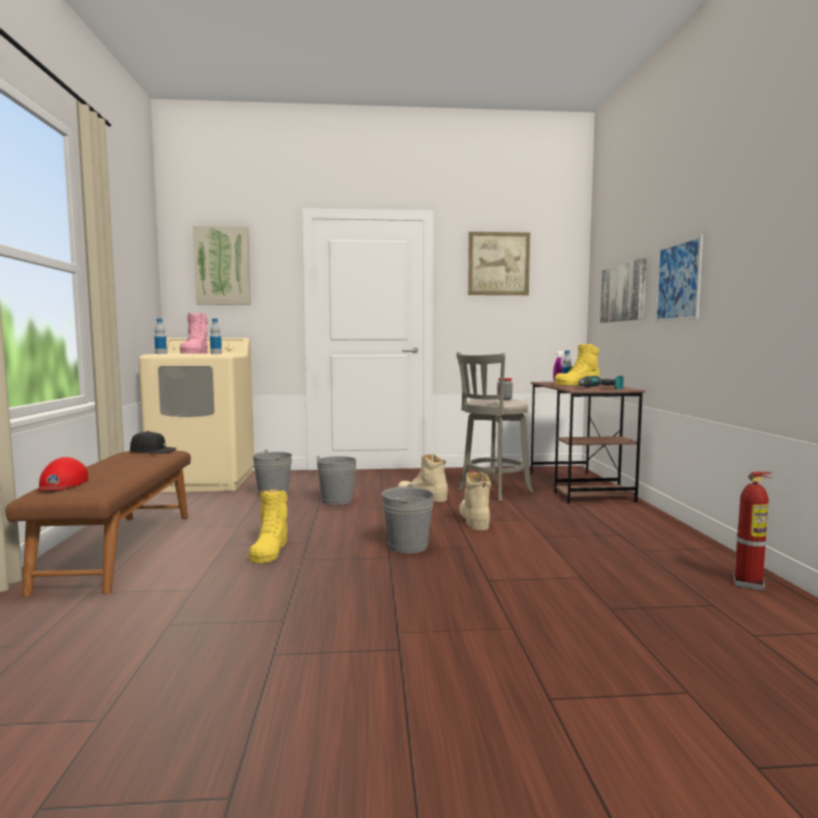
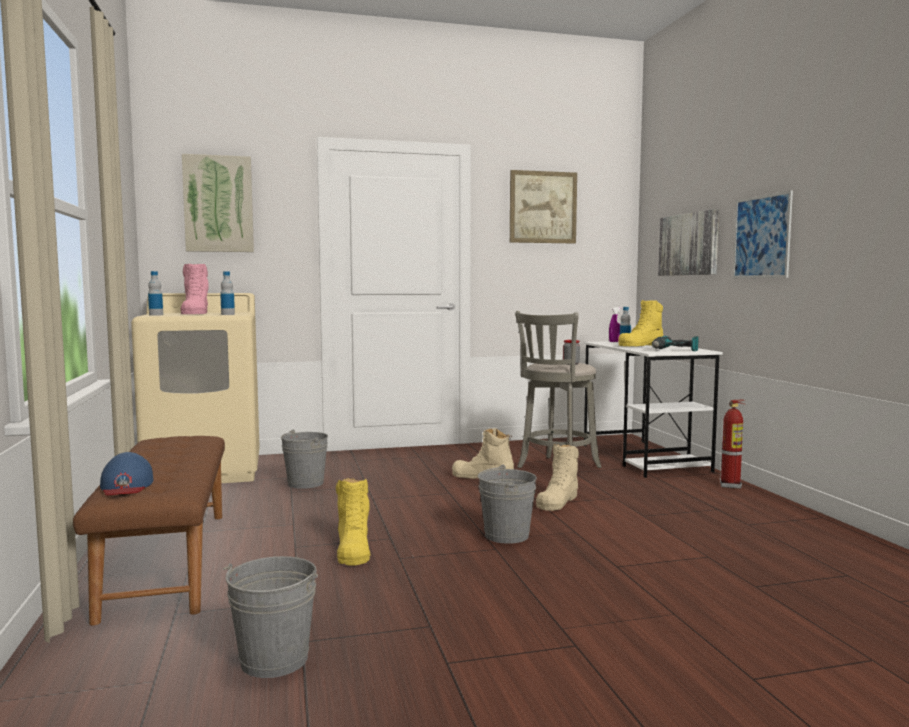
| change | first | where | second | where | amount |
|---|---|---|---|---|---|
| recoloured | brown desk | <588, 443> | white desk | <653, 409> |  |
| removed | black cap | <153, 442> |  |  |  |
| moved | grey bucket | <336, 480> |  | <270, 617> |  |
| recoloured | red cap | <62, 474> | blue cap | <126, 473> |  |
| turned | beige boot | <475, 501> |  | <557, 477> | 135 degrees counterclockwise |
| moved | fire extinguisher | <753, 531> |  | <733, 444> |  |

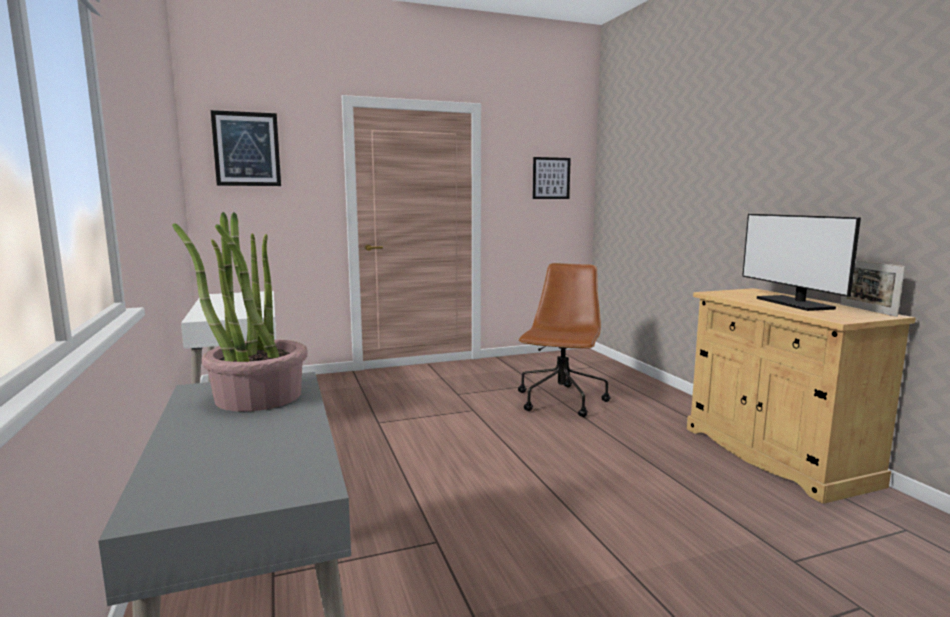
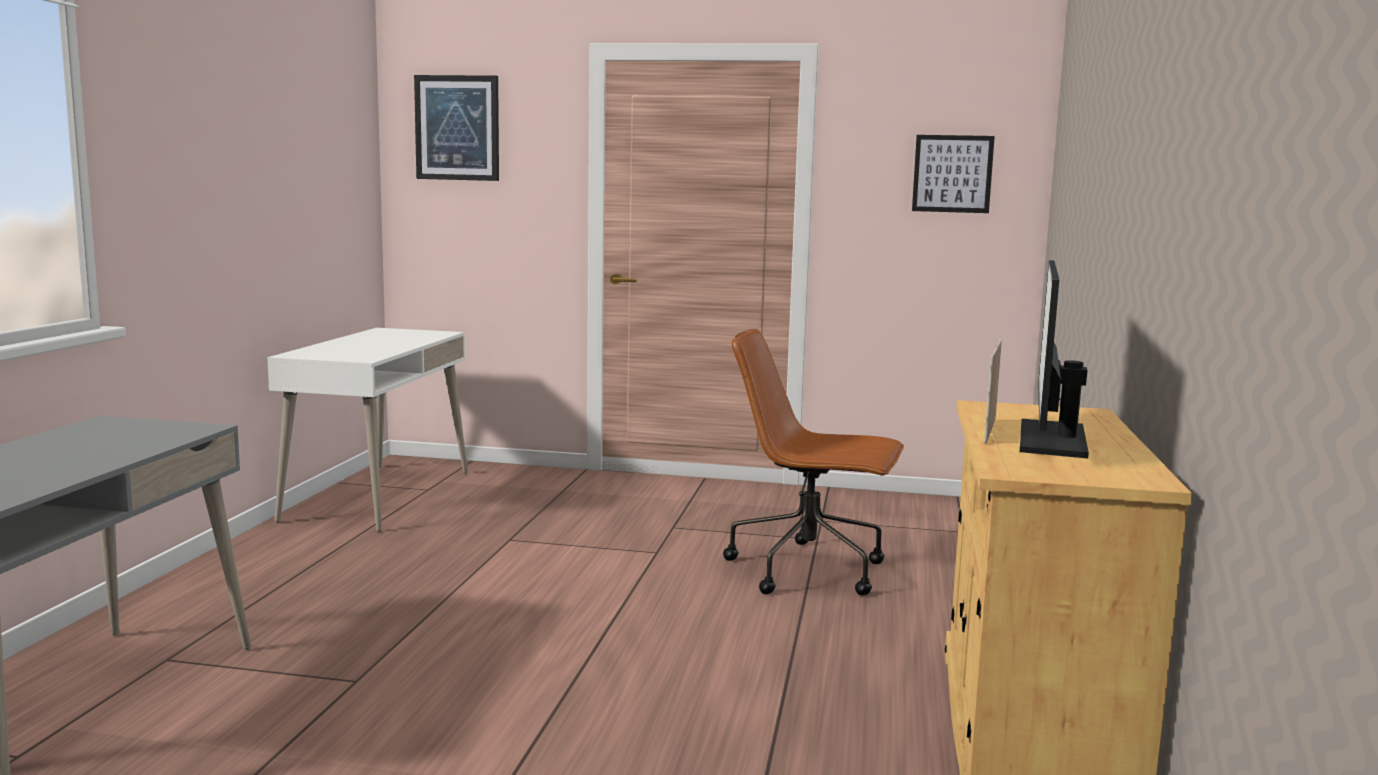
| change | first | where | second | where | amount |
|---|---|---|---|---|---|
| removed | potted plant | <240, 312> |  |  |  |
| moved | picture frame | <872, 288> |  | <993, 391> |  |
| turned | brown office chair | <564, 340> |  | <813, 461> | 120 degrees counterclockwise |

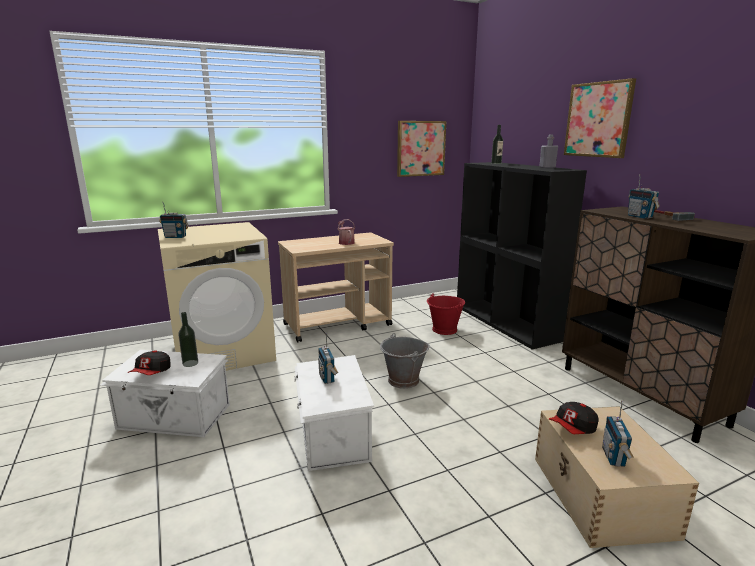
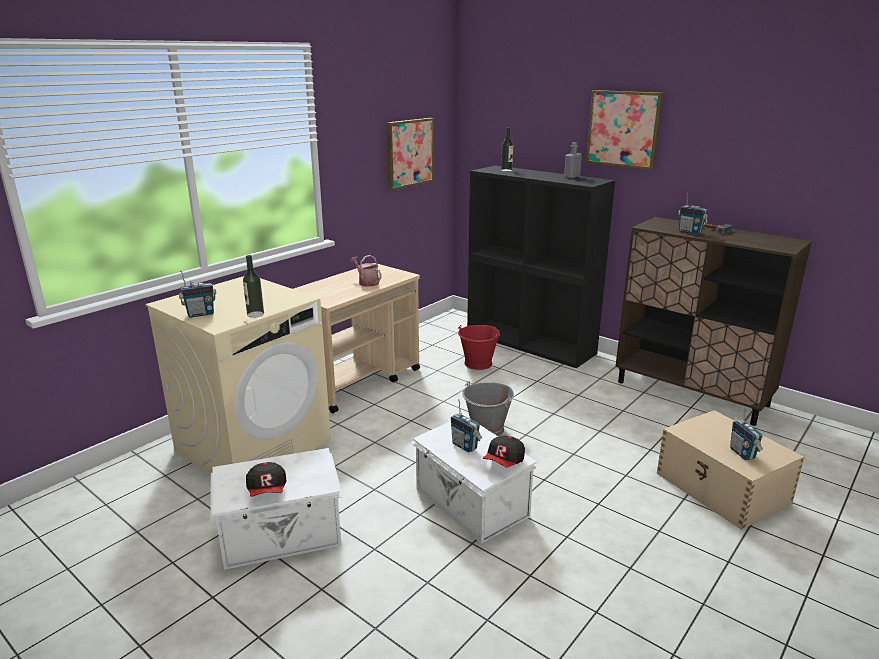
| change | first | where | second | where | amount |
|---|---|---|---|---|---|
| moved | bottle | <188, 339> |  | <253, 286> |  |
| moved | cap | <574, 418> |  | <504, 451> |  |

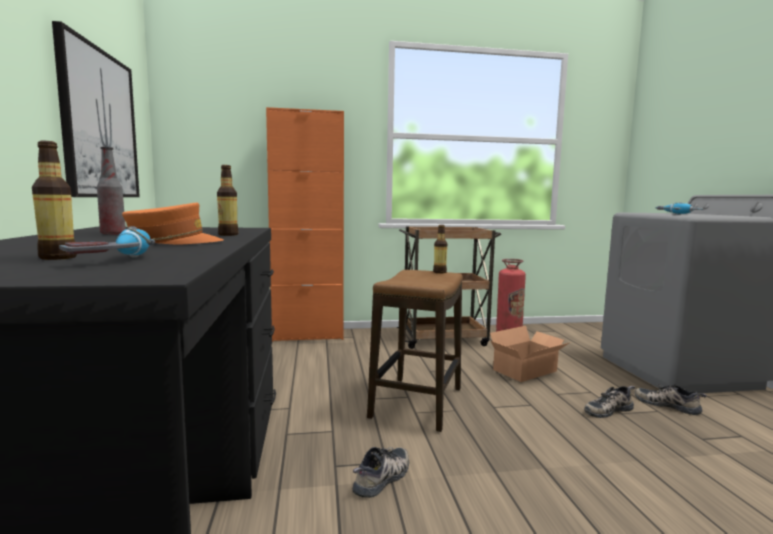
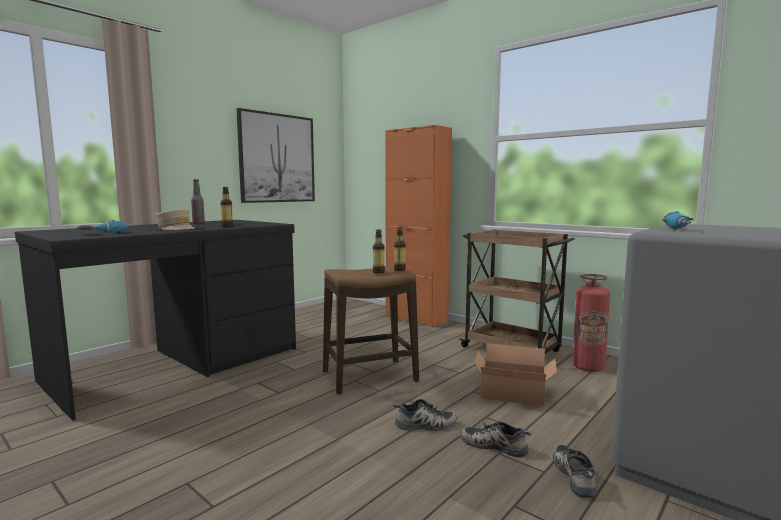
| change | first | where | second | where | amount |
|---|---|---|---|---|---|
| moved | bottle | <54, 200> |  | <379, 251> |  |
| recoloured | orange cap | <172, 223> | beige cap | <175, 219> |  |
| moved | shoe | <381, 472> |  | <425, 415> |  |

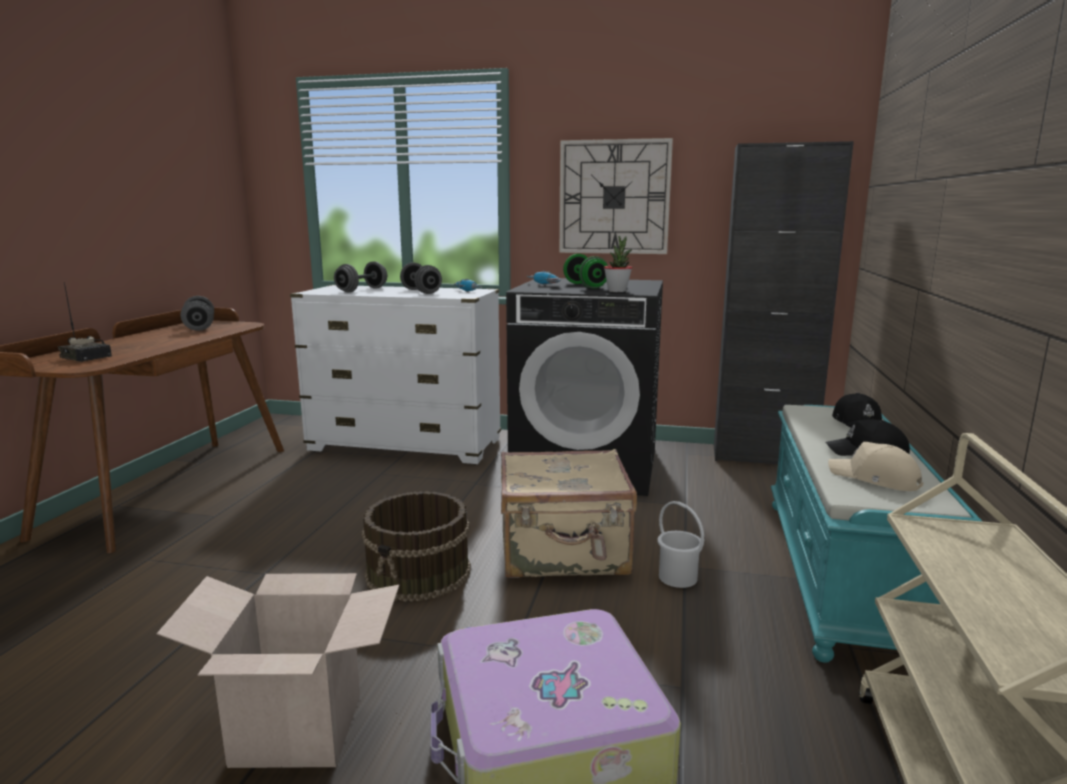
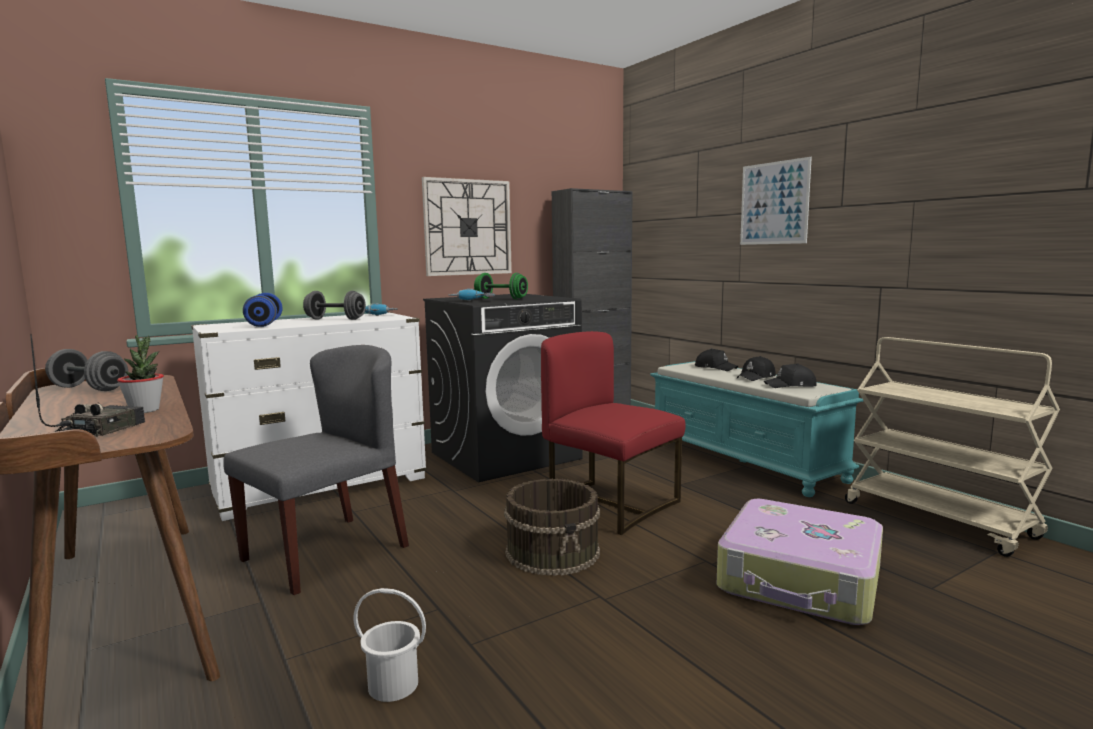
| change | first | where | second | where | amount |
|---|---|---|---|---|---|
| moved | potted plant | <618, 264> |  | <140, 374> |  |
| recoloured | grey dumbbell | <360, 276> | blue dumbbell | <263, 310> |  |
| turned | radio | <85, 322> |  | <88, 385> | 60 degrees counterclockwise |
| recoloured | beige cap | <875, 466> | black cap | <790, 375> |  |
| replaced | beige suitcase | <569, 513> | red chair | <613, 433> |  |
| moved | white bucket | <680, 544> |  | <390, 645> |  |
| removed | cardboard box | <278, 670> |  |  |  |
| added |  |  | picture | <776, 201> |  |
| added |  |  | grey chair | <316, 470> |  |

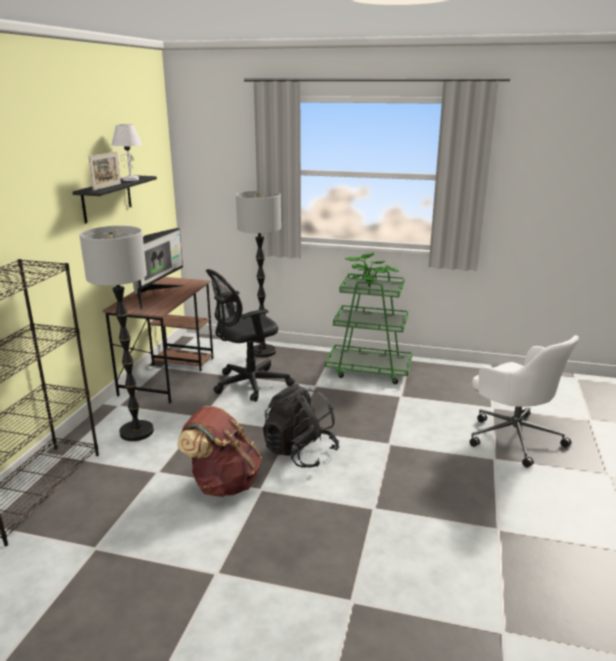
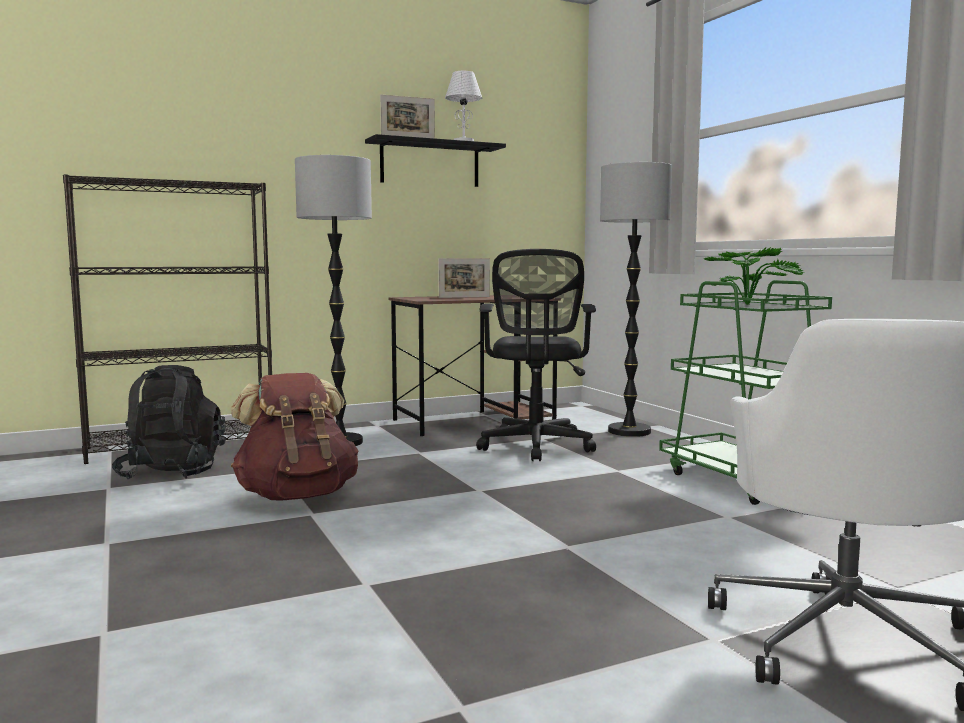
| change | first | where | second | where | amount |
|---|---|---|---|---|---|
| replaced | monitor | <158, 269> | picture frame | <464, 278> |  |
| turned | black office chair | <250, 335> |  | <536, 355> | 105 degrees counterclockwise |
| moved | black backpack | <301, 426> |  | <169, 422> |  |

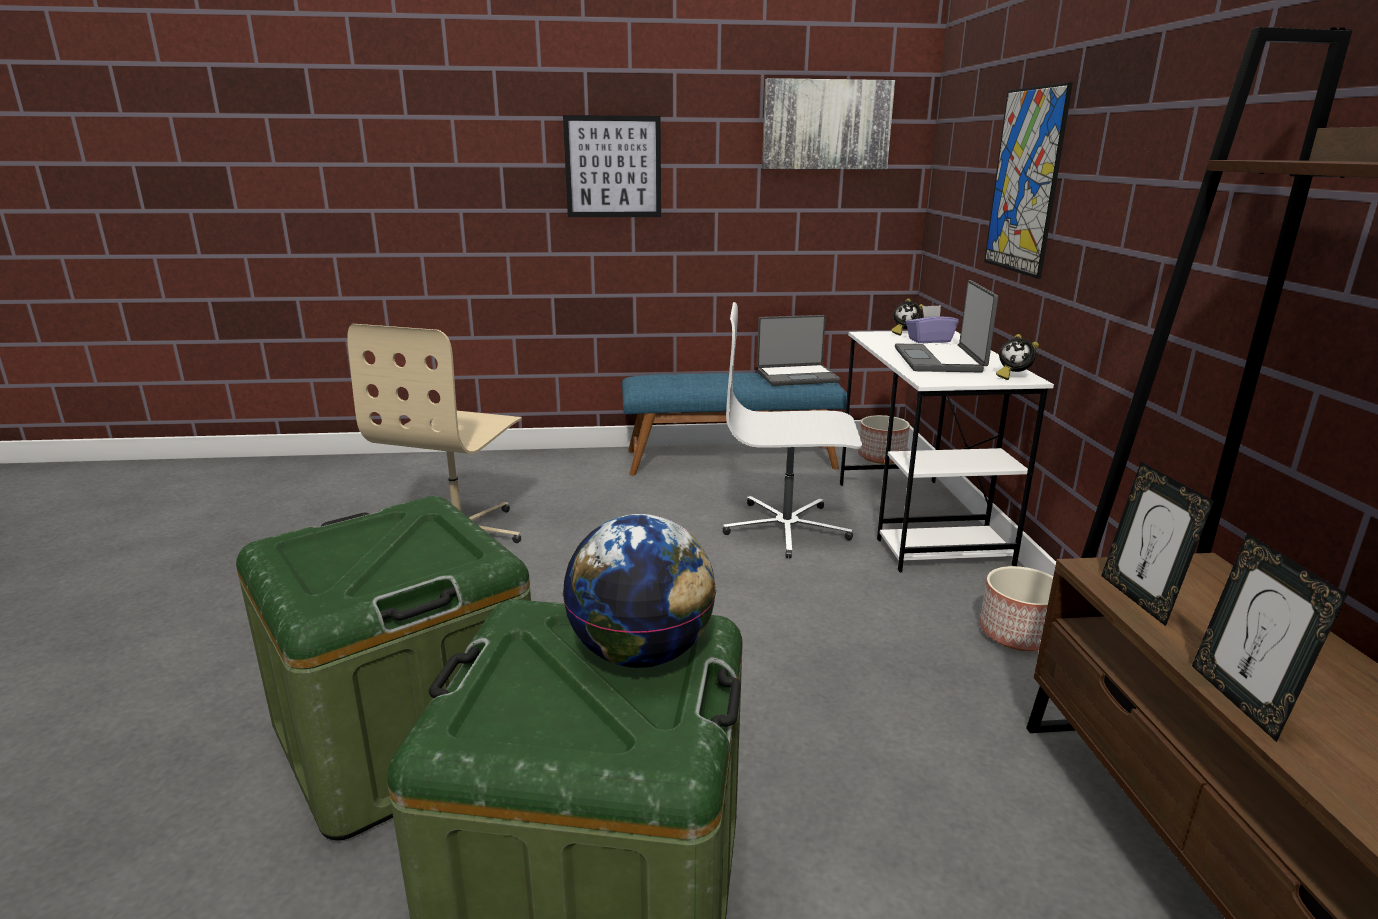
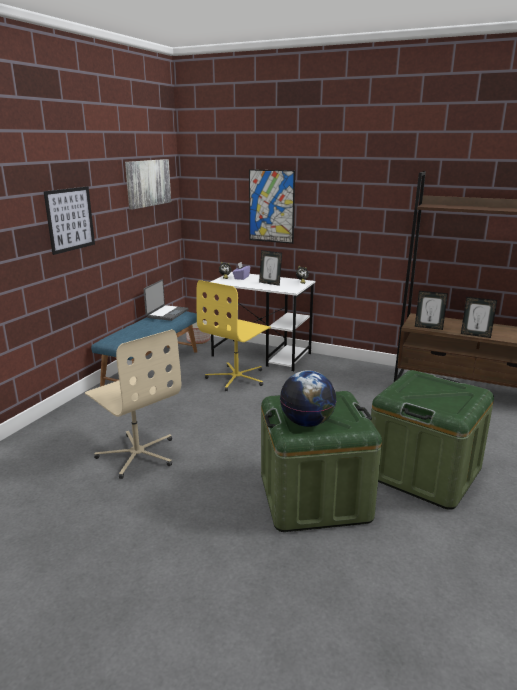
| change | first | where | second | where | amount |
|---|---|---|---|---|---|
| replaced | laptop | <946, 326> | picture frame | <270, 268> |  |
| recoloured | white office chair | <792, 430> | yellow office chair | <234, 335> |  |
| moved | globe | <639, 591> |  | <308, 398> |  |
| removed | planter | <1016, 608> |  |  |  |

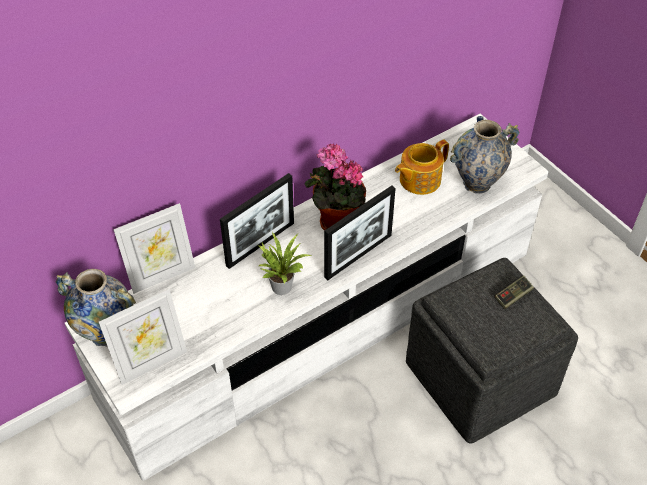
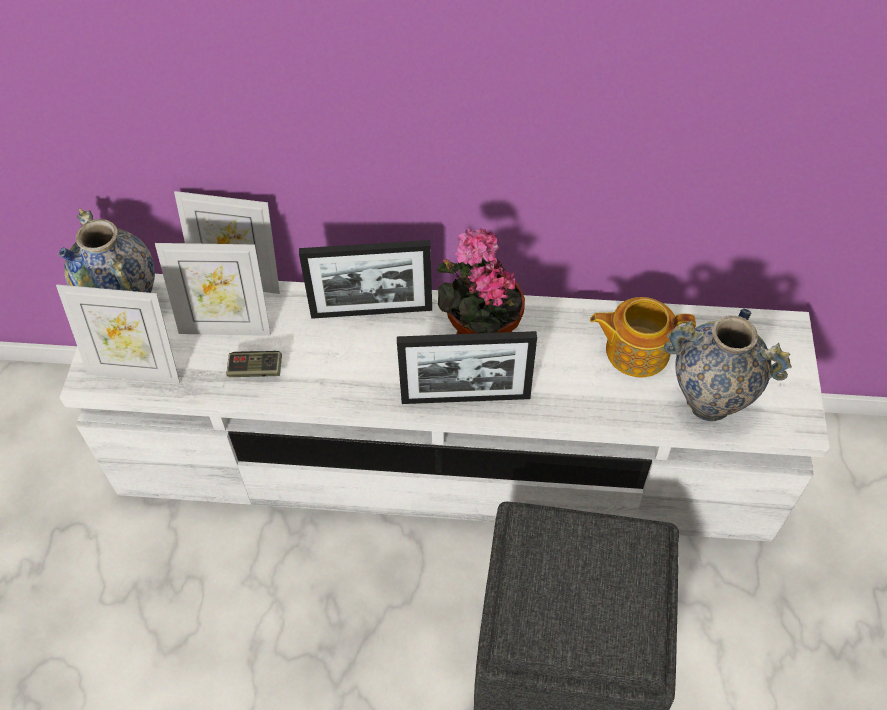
| change | first | where | second | where | amount |
|---|---|---|---|---|---|
| removed | potted plant | <285, 263> |  |  |  |
| moved | game controller | <514, 292> |  | <254, 364> |  |
| added |  |  | picture frame | <213, 289> |  |

